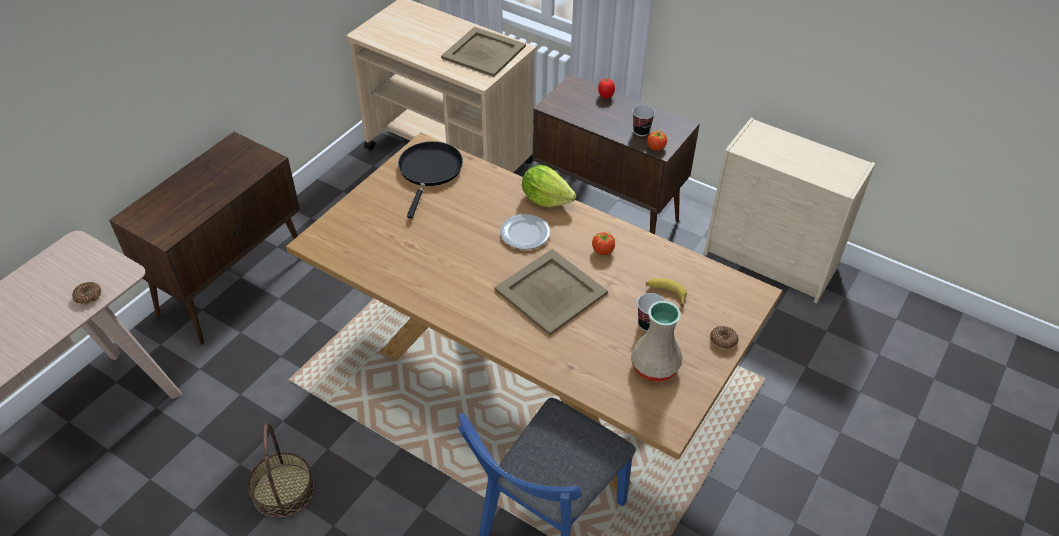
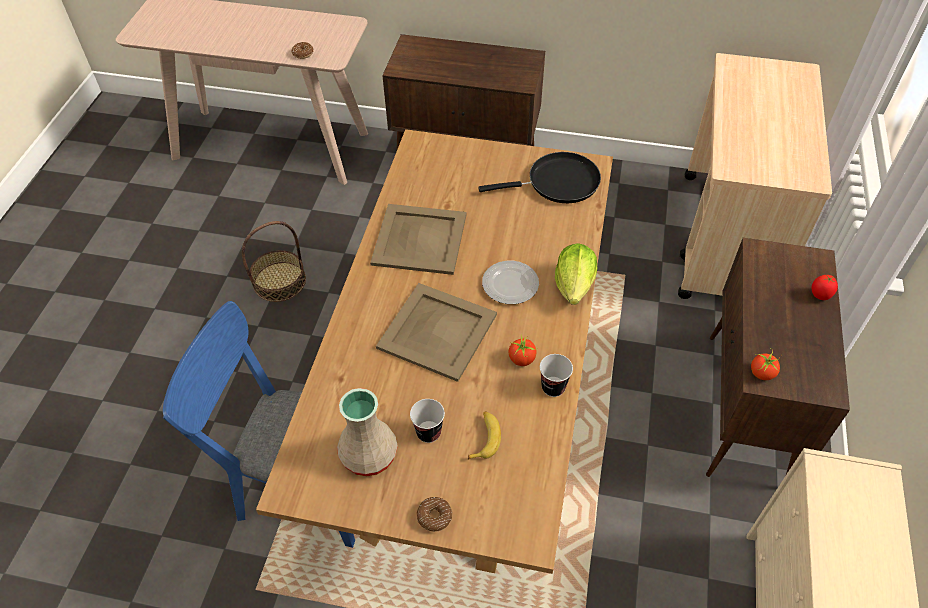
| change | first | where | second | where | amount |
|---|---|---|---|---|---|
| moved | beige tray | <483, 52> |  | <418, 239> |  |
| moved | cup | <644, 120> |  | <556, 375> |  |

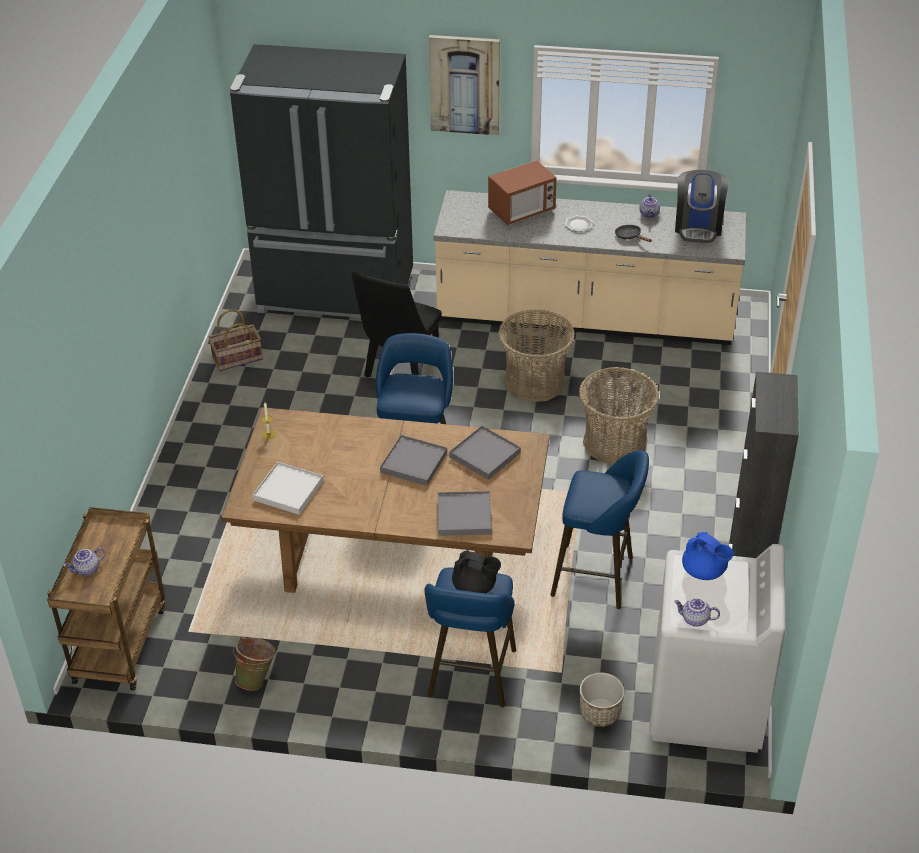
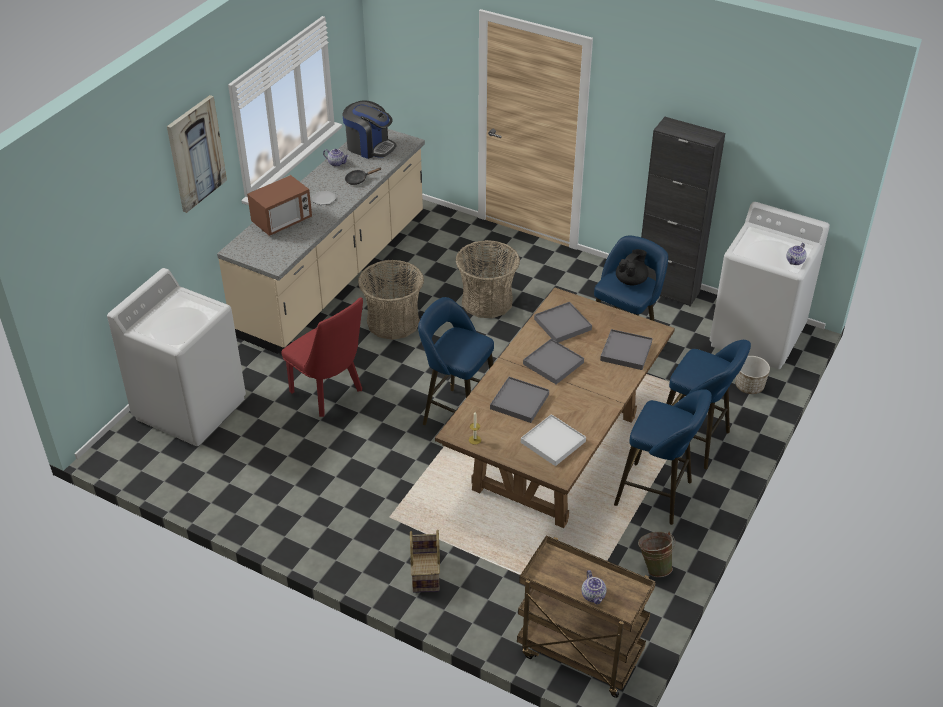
| change | first | where | second | where | amount |
|---|---|---|---|---|---|
| replaced | black fridge | <321, 181> | white washing machine | <176, 357> |  |
| turned | microwave | <522, 192> |  | <279, 205> | 60 degrees clockwise |
| recoloured | black chair | <397, 324> | red chair | <322, 357> |  |
| moved | basket | <236, 340> |  | <425, 561> |  |
| removed | blue teapot | <708, 556> |  |  |  |
| moved | black teapot | <476, 571> |  | <632, 267> |  |
| added |  |  | grey tray | <519, 400> |  |
| added |  |  | blue stool | <663, 457> |  |

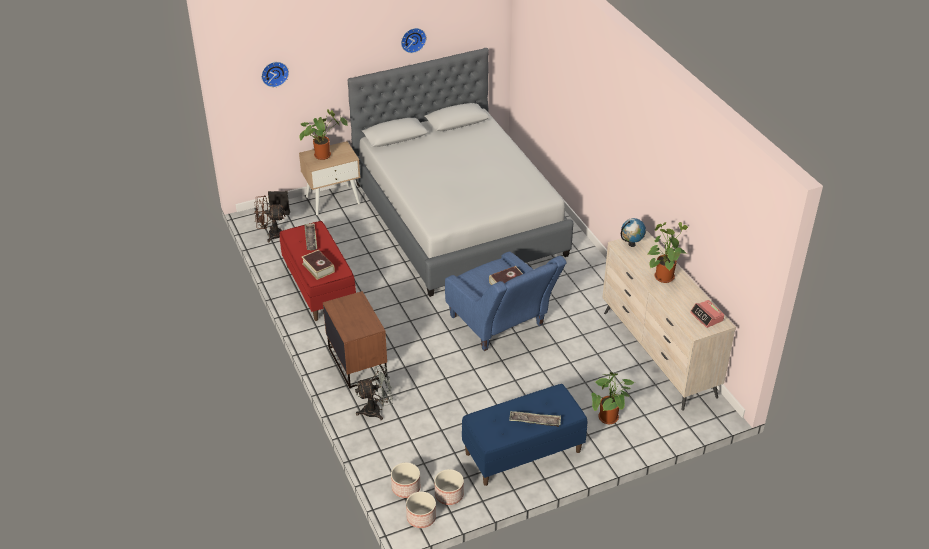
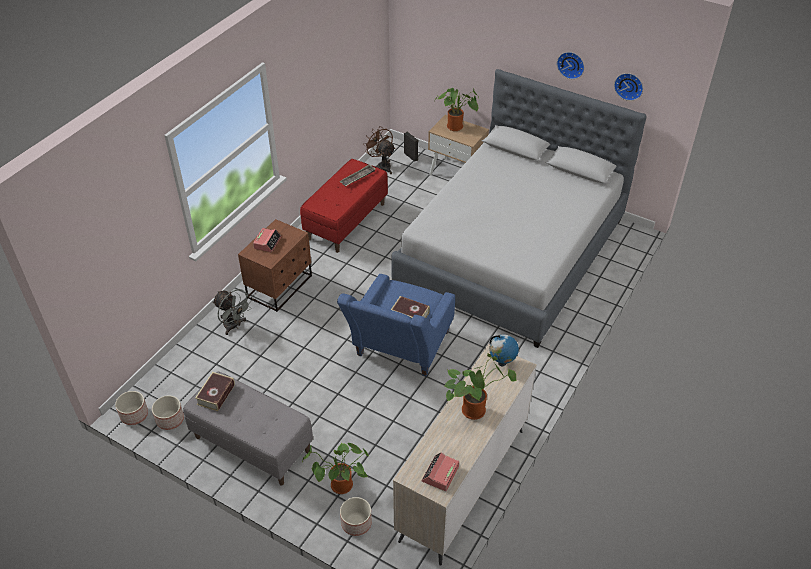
| change | first | where | second | where | amount |
|---|---|---|---|---|---|
| moved | wall clock | <275, 74> |  | <628, 87> |  |
| moved | book | <318, 265> |  | <215, 391> |  |
| recoloured | blue bench | <524, 435> | grey bench | <248, 428> |  |
| removed | tray | <535, 419> |  |  |  |
| moved | planter | <406, 480> |  | <356, 516> |  |
| added |  |  | alarm clock | <267, 240> |  |

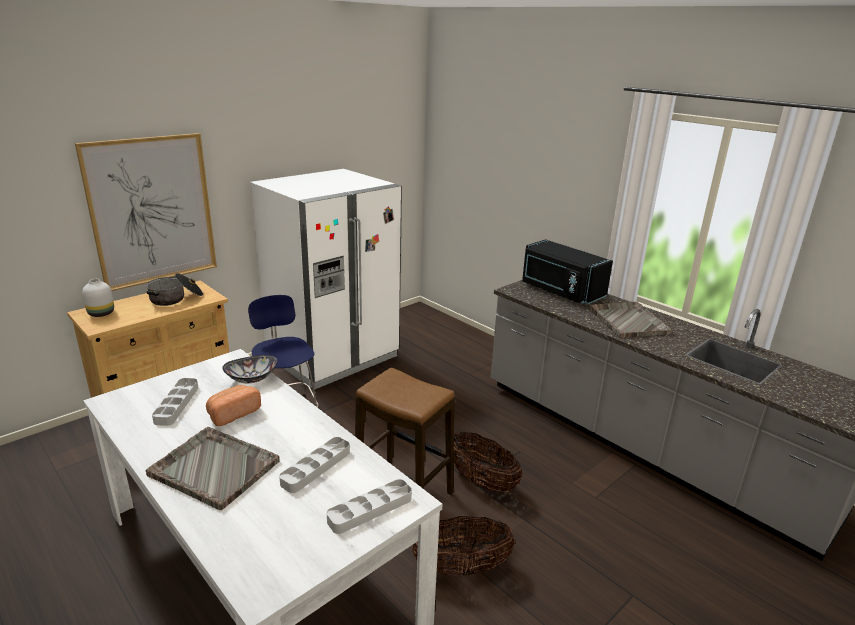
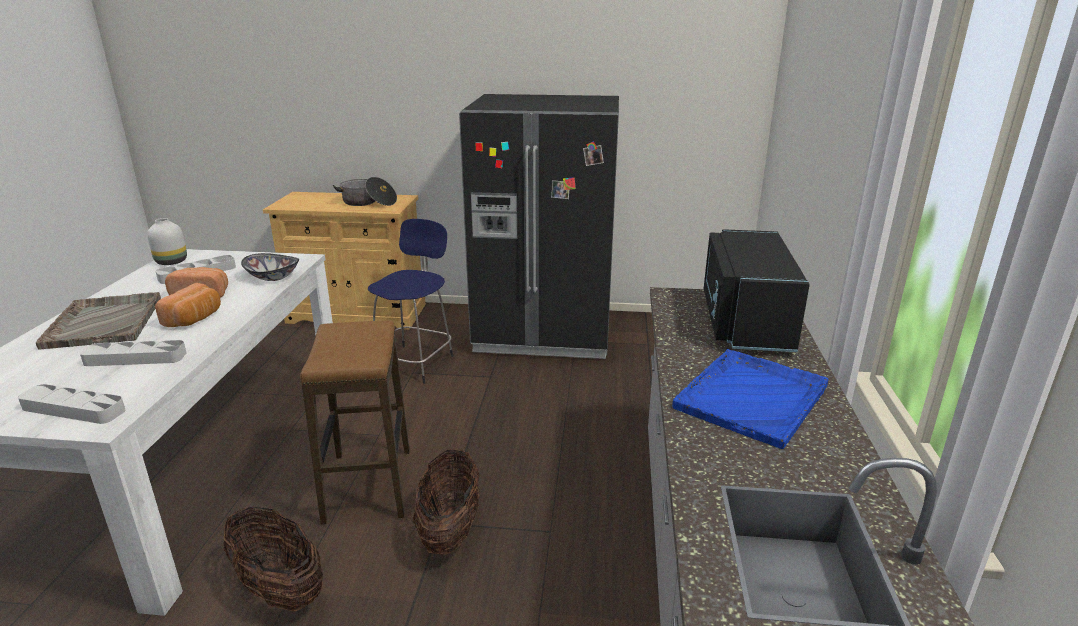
| change | first | where | second | where | amount |
|---|---|---|---|---|---|
| removed | picture | <146, 212> |  |  |  |
| recoloured | white fridge | <326, 279> | black fridge | <539, 226> |  |
| moved | white vase | <98, 298> |  | <167, 241> |  |
| recoloured | grey tray | <630, 319> | blue tray | <750, 399> |  |
| added |  |  | bread | <188, 305> |  |

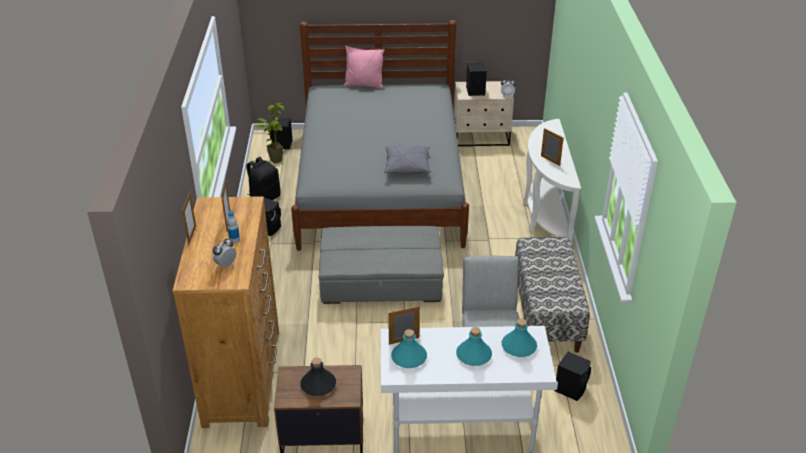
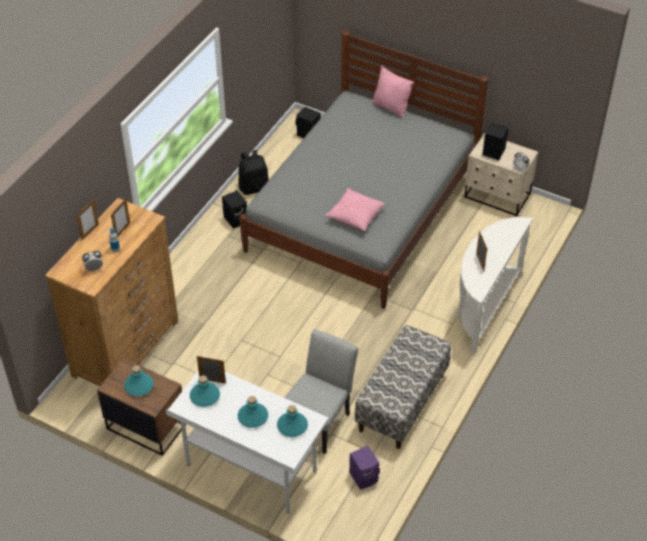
| change | first | where | second | where | amount |
|---|---|---|---|---|---|
| removed | potted plant | <269, 133> |  |  |  |
| recoloured | grey pillow | <407, 160> | pink pillow | <355, 209> |  |
| removed | grey ottoman | <381, 265> |  |  |  |
| recoloured | black speaker | <572, 376> | purple speaker | <364, 467> |  |
| recoloured | black bottle | <318, 376> | turquoise bottle | <139, 380> |  |

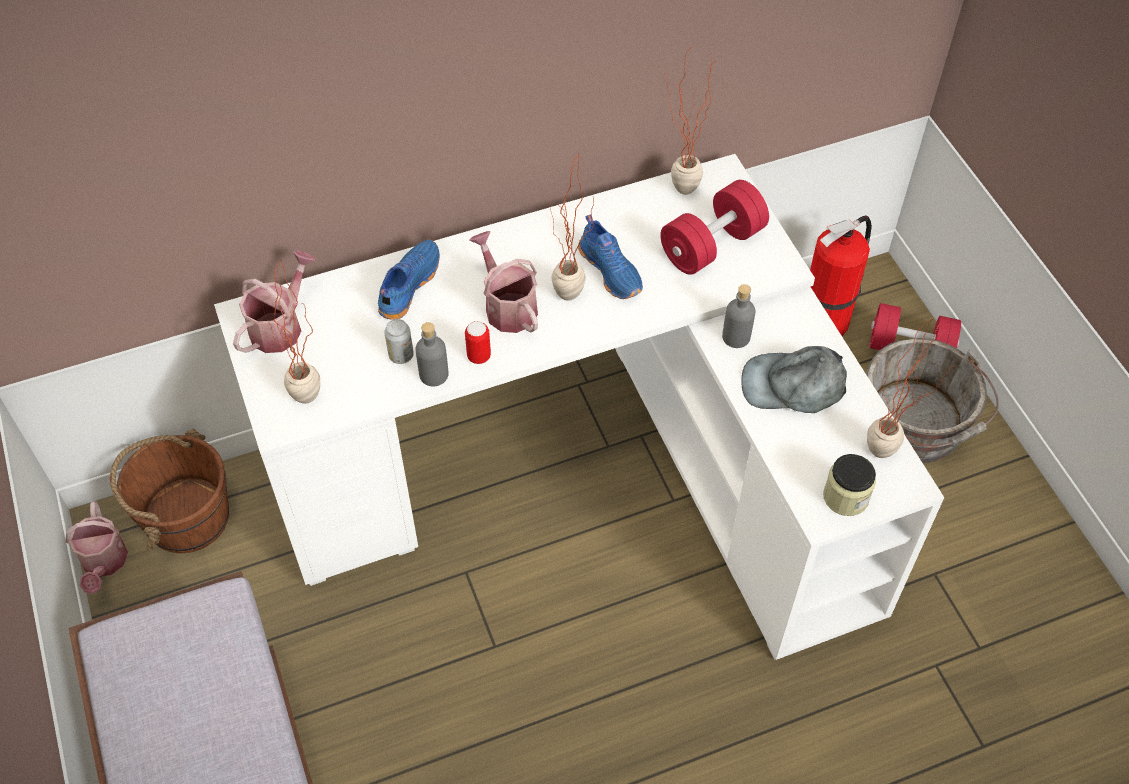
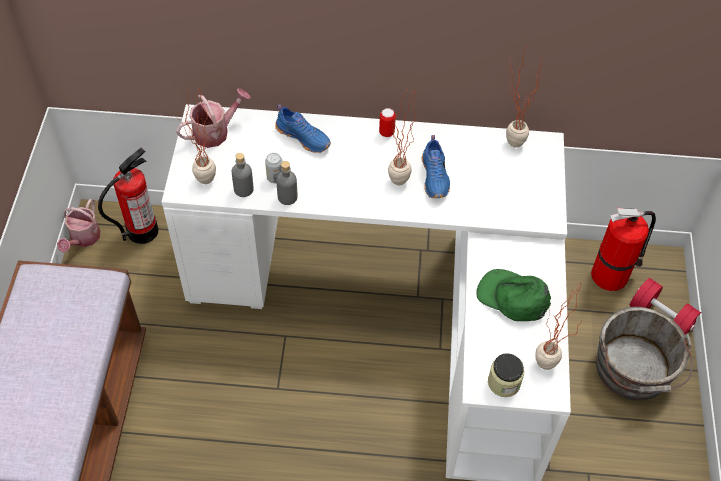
| change | first | where | second | where | amount |
|---|---|---|---|---|---|
| removed | red dumbbell | <714, 227> |  |  |  |
| removed | watering can | <503, 282> |  |  |  |
| turned | blue shoe | <409, 280> |  | <303, 128> | 75 degrees clockwise |
| moved | grey bottle | <739, 316> |  | <243, 175> |  |
| moved | can | <478, 342> |  | <387, 122> |  |
| recoloured | grey cap | <794, 379> | green cap | <513, 295> |  |
| replaced | brown bucket | <169, 491> | fire extinguisher | <128, 196> |  |

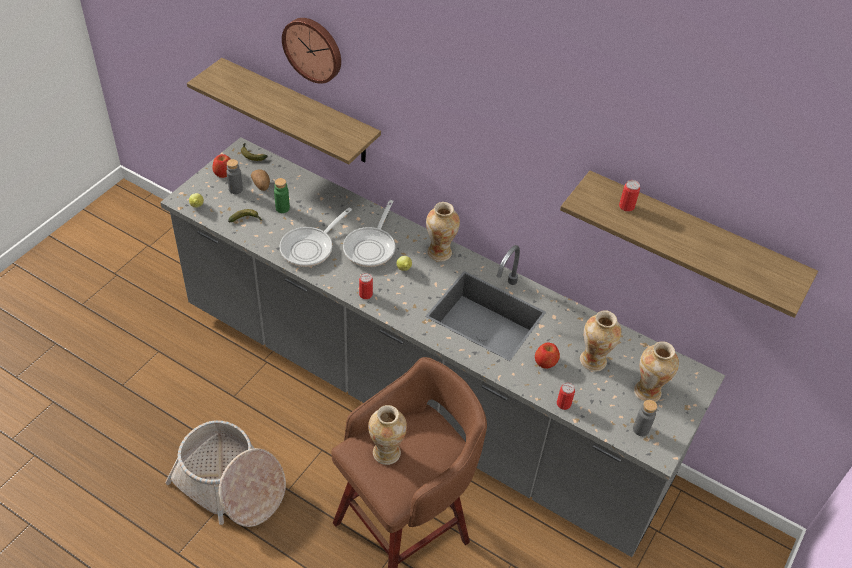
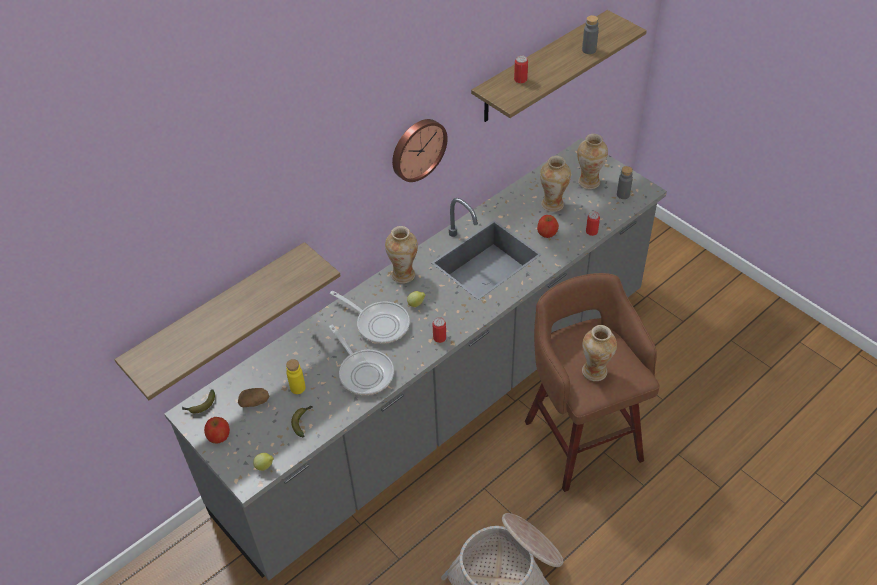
| change | first | where | second | where | amount |
|---|---|---|---|---|---|
| moved | wall clock | <311, 51> |  | <420, 150> |  |
| moved | grey bottle | <234, 176> |  | <590, 34> |  |
| recoloured | green bottle | <282, 195> | yellow bottle | <296, 376> |  |

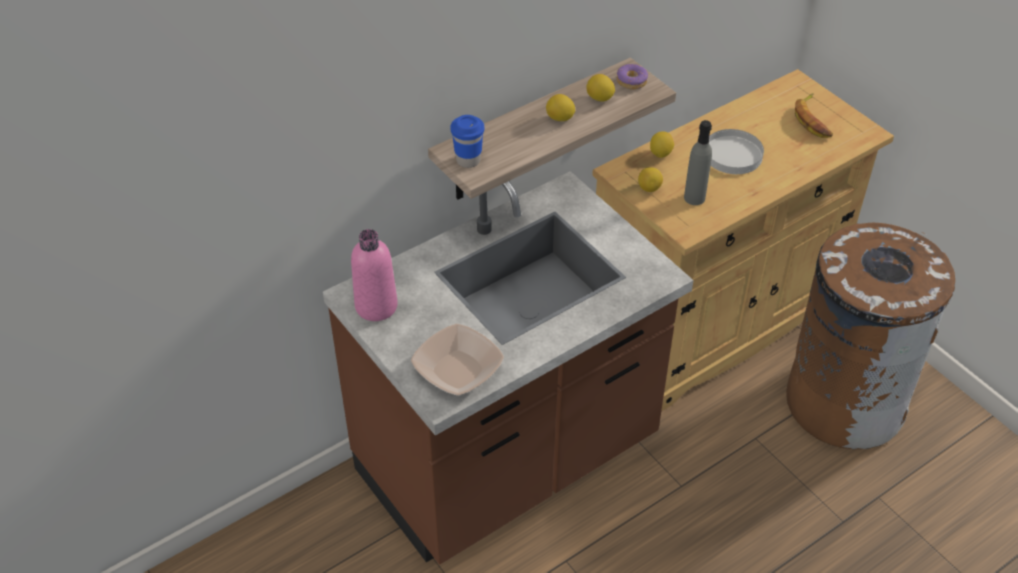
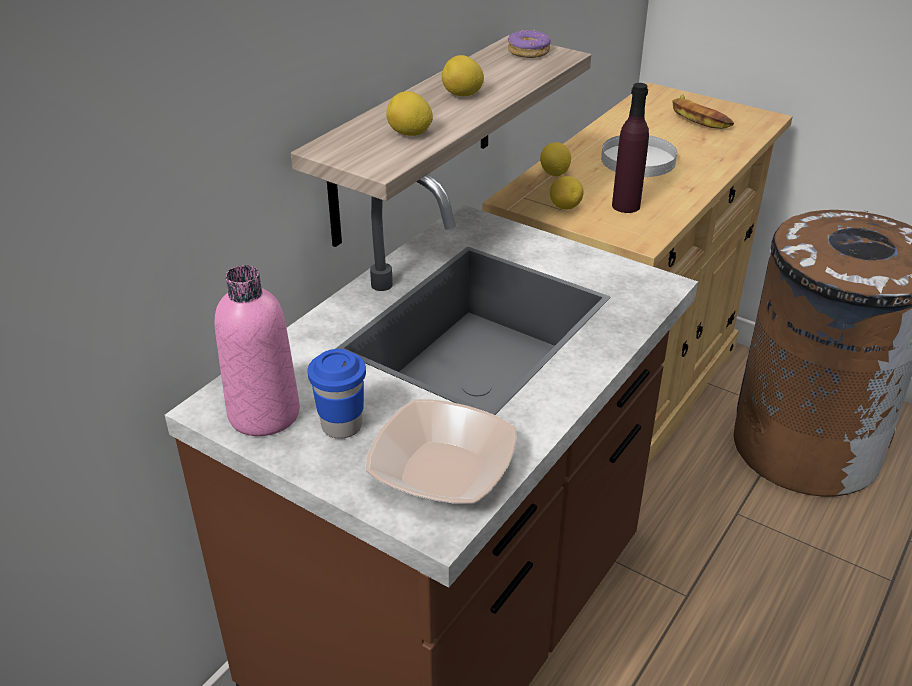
| change | first | where | second | where | amount |
|---|---|---|---|---|---|
| moved | lemon | <600, 87> |  | <409, 113> |  |
| moved | blue cup | <467, 141> |  | <336, 394> |  |
| recoloured | grey bottle | <698, 162> | purple bottle | <630, 148> |  |

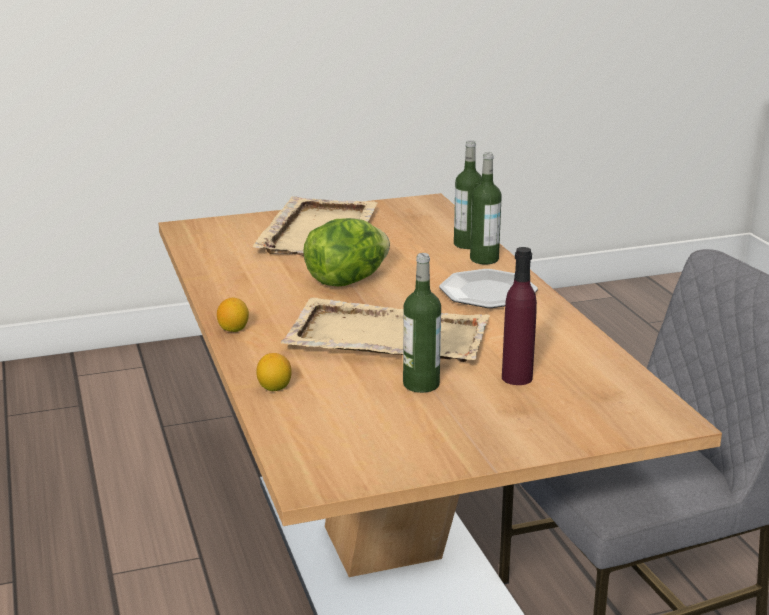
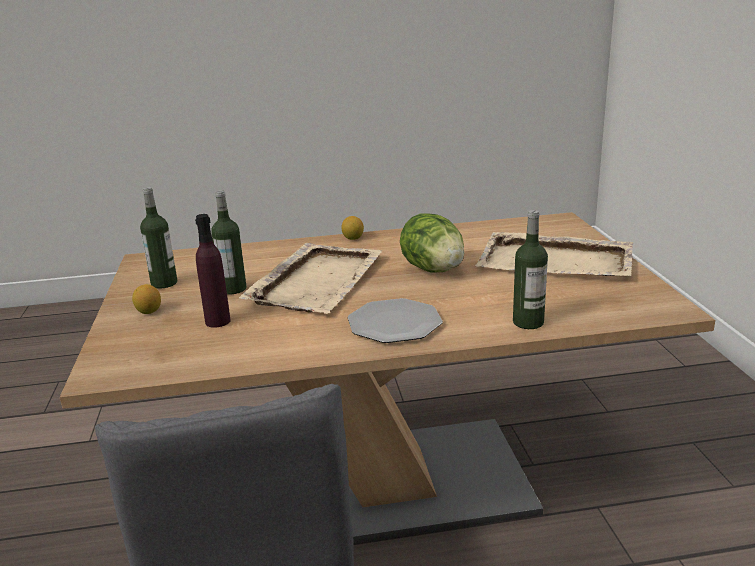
| change | first | where | second | where | amount |
|---|---|---|---|---|---|
| moved | bottle | <486, 208> |  | <158, 237> |  |
| moved | lemon | <273, 372> |  | <146, 299> |  |

